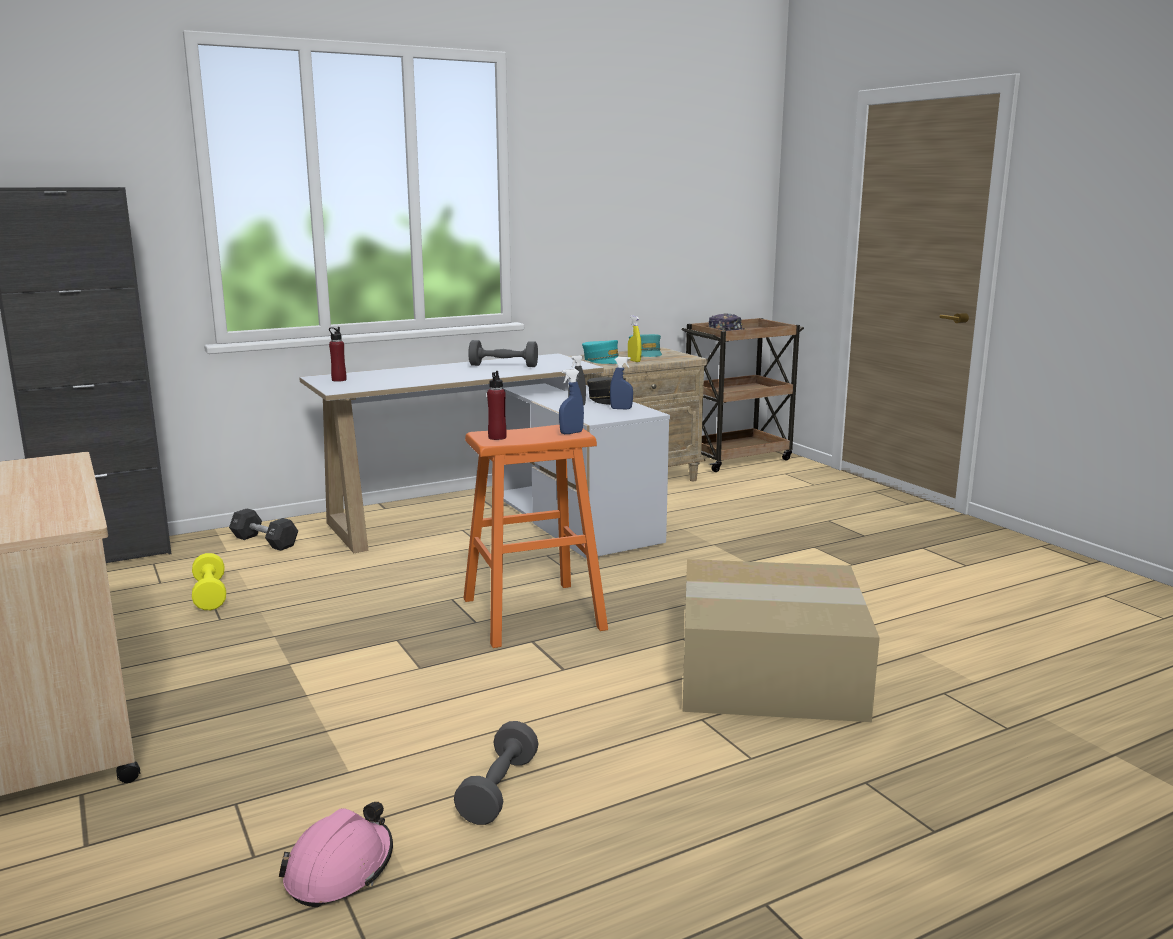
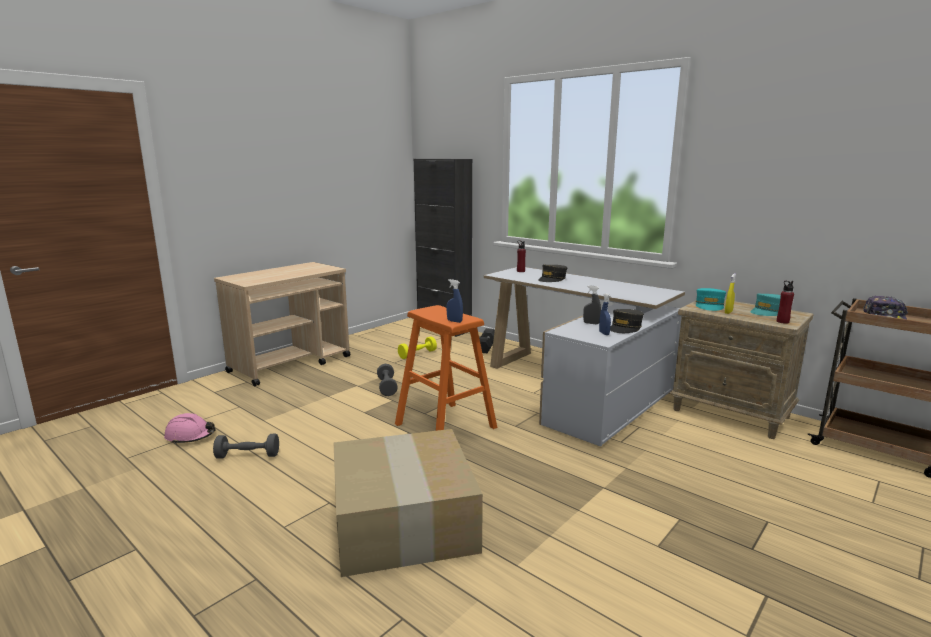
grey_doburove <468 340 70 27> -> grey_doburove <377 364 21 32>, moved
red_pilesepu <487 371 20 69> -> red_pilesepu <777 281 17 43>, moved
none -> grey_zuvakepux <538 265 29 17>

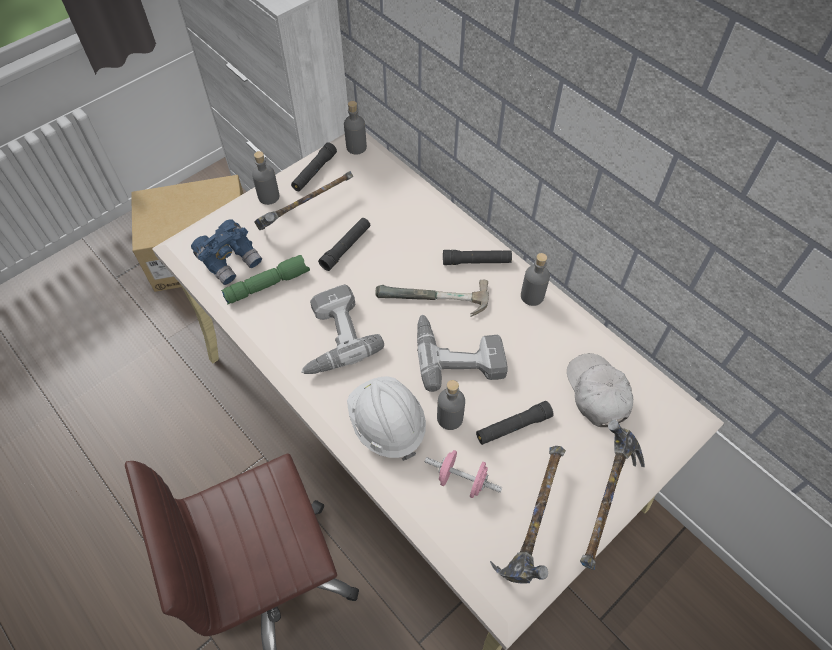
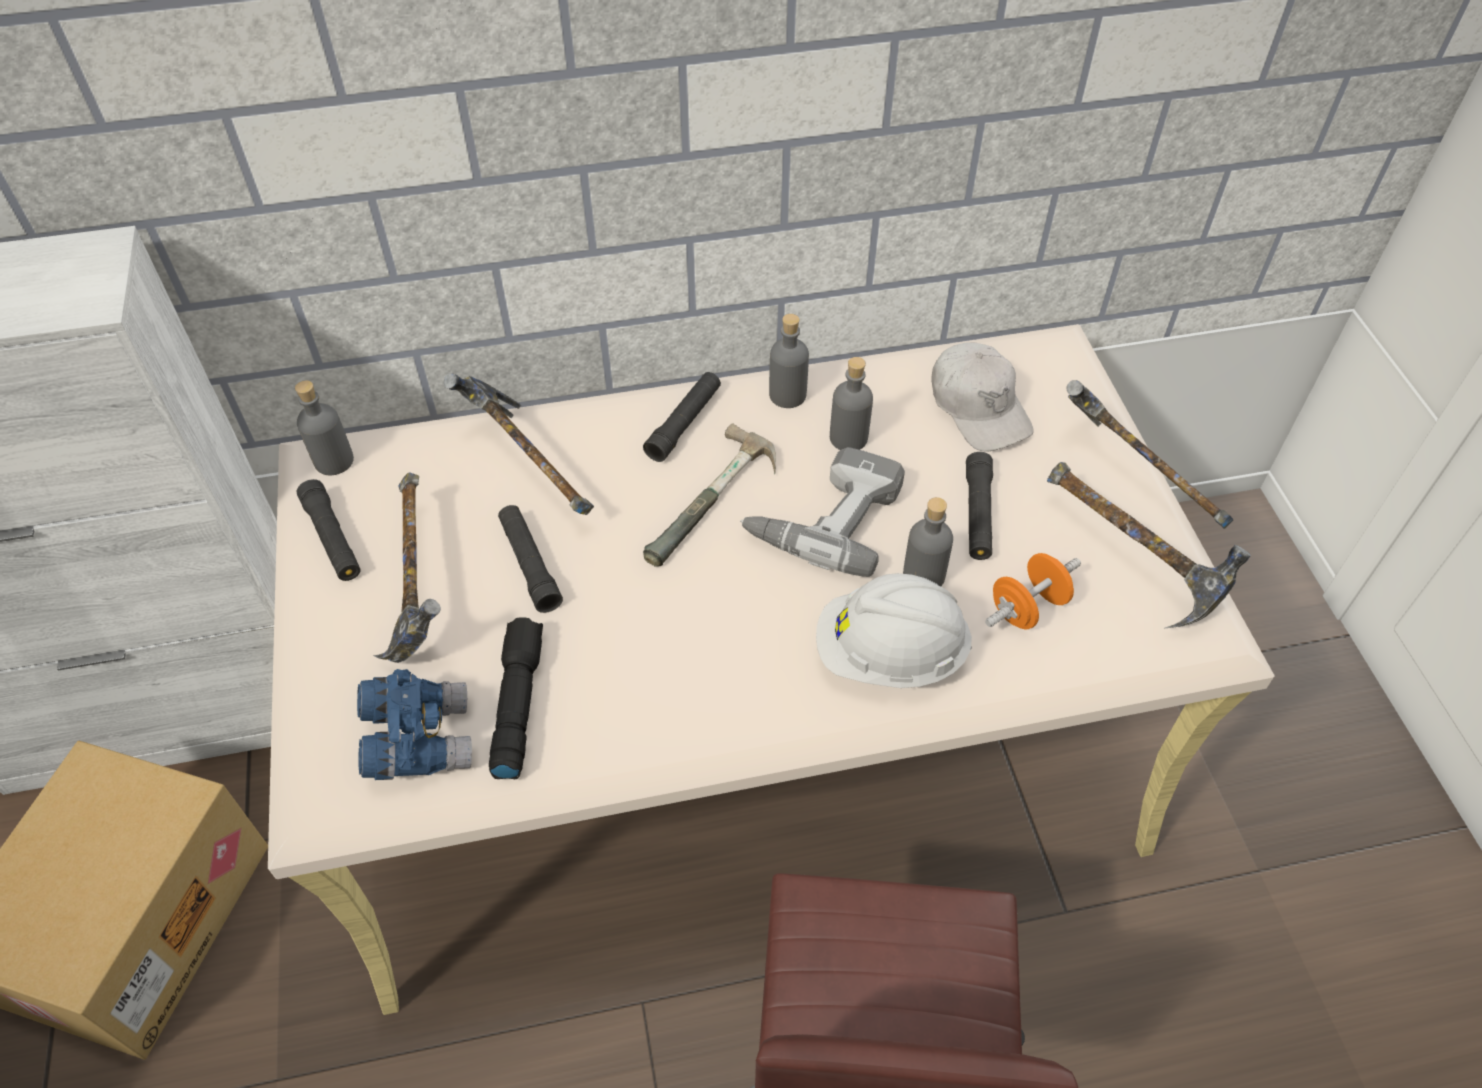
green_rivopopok <221 255 89 50> -> black_rivopopok <489 617 54 162>
grey_pilesepu <252 151 27 54> -> grey_pilesepu <830 357 43 93>, moved
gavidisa <301 285 83 89> -> none
pink_doburove <425 450 77 48> -> orange_doburove <985 553 96 76>
white_zuvakepux <567 353 66 74> -> white_zuvakepux <931 343 103 108>, 135 degrees counterclockwise
none -> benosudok <444 373 150 142>

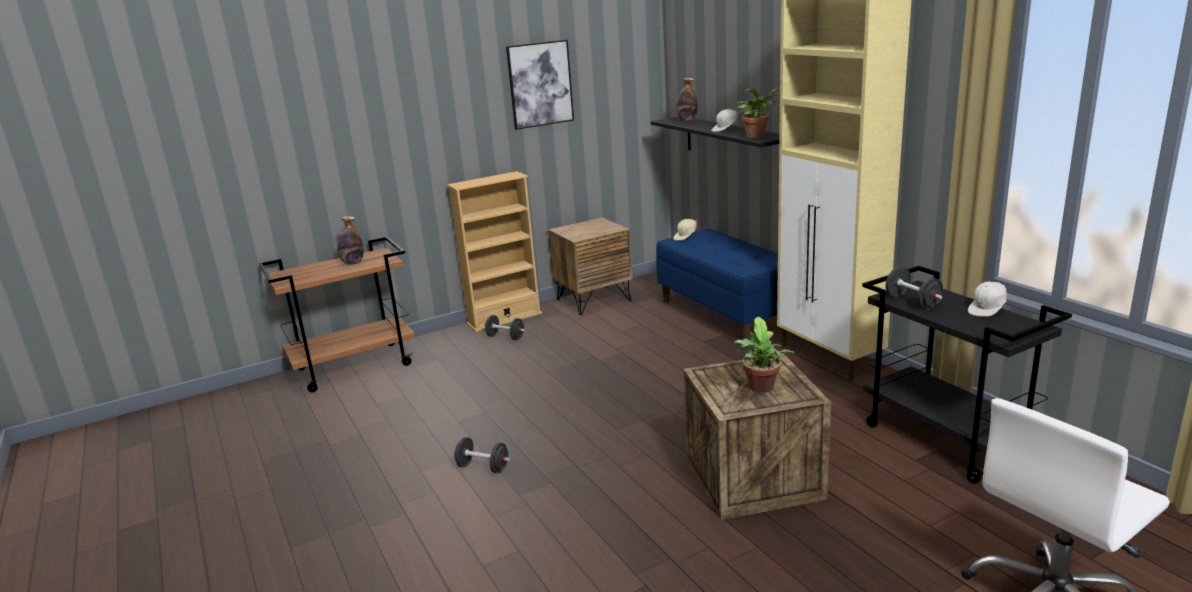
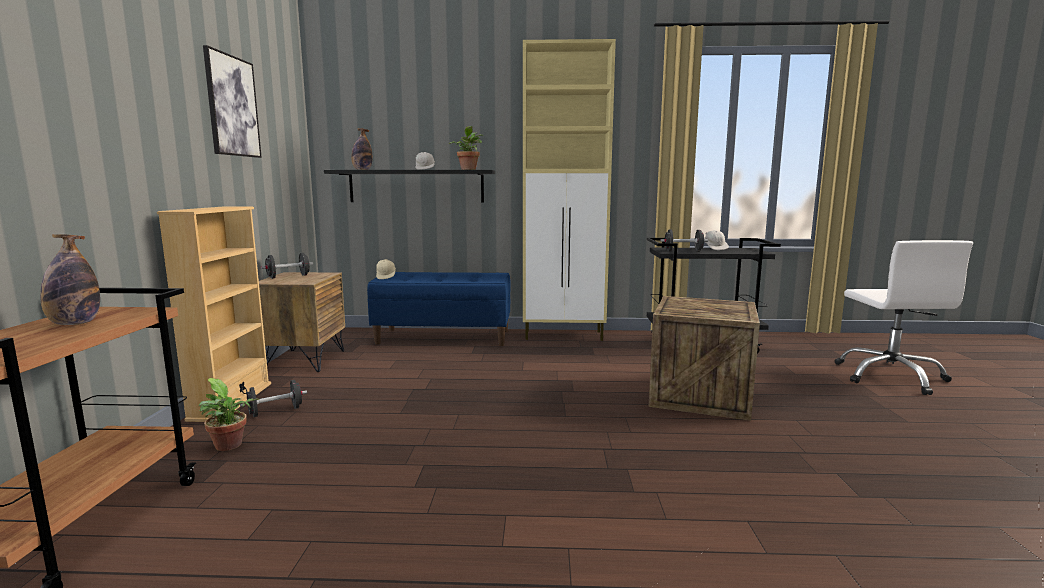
black_doburove <453 437 57 37> -> black_doburove <261 253 52 26>, moved
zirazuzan <733 317 62 75> -> zirazuzan <199 378 60 73>, moved

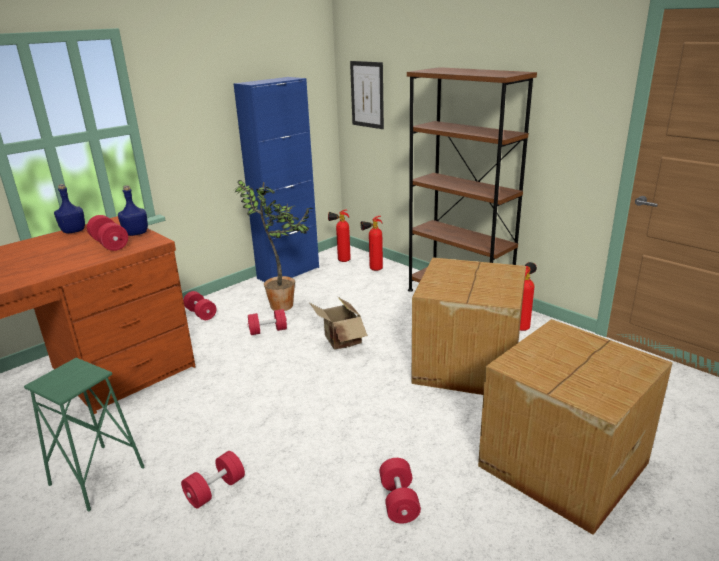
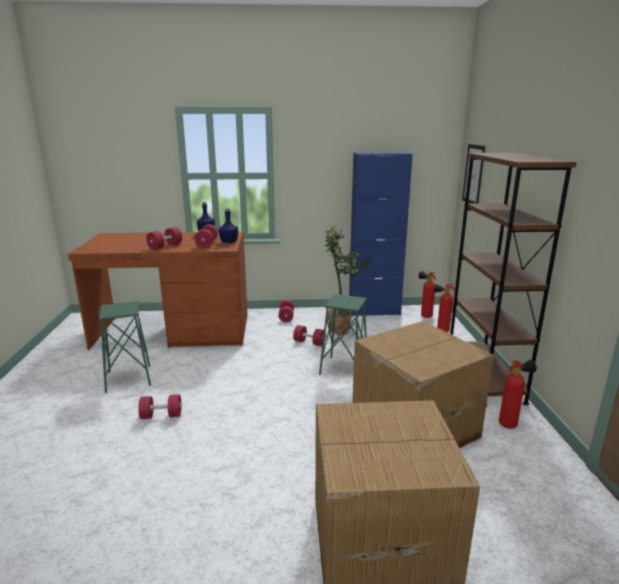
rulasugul <310 297 58 53> -> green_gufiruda <319 294 48 81>
red_doburove <379 458 42 66> -> red_doburove <146 227 36 23>, moved

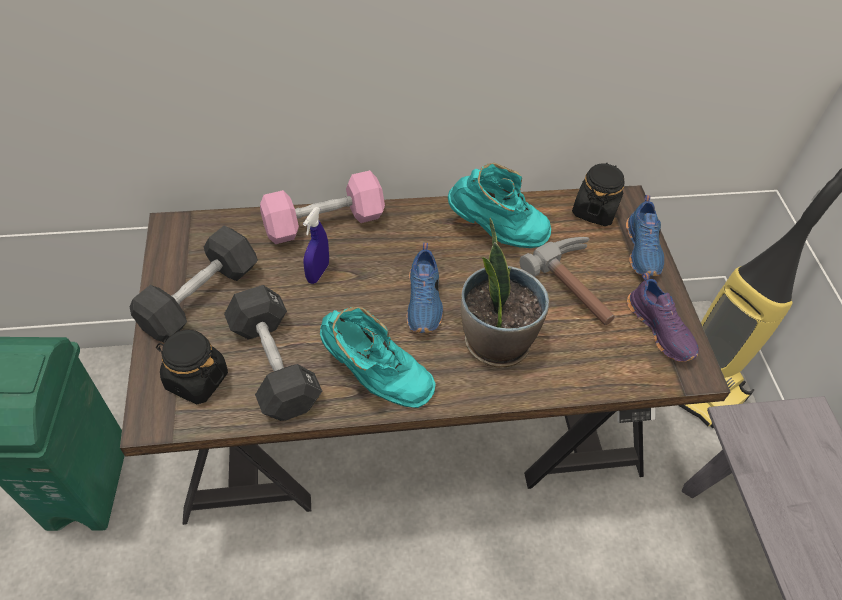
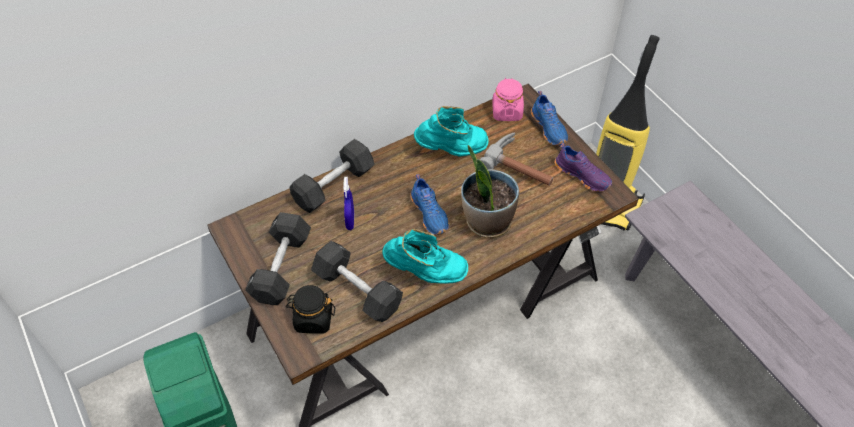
pink_doburove <260 170 125 74> -> black_doburove <290 139 84 74>
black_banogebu <572 163 52 63> -> pink_banogebu <492 78 32 43>

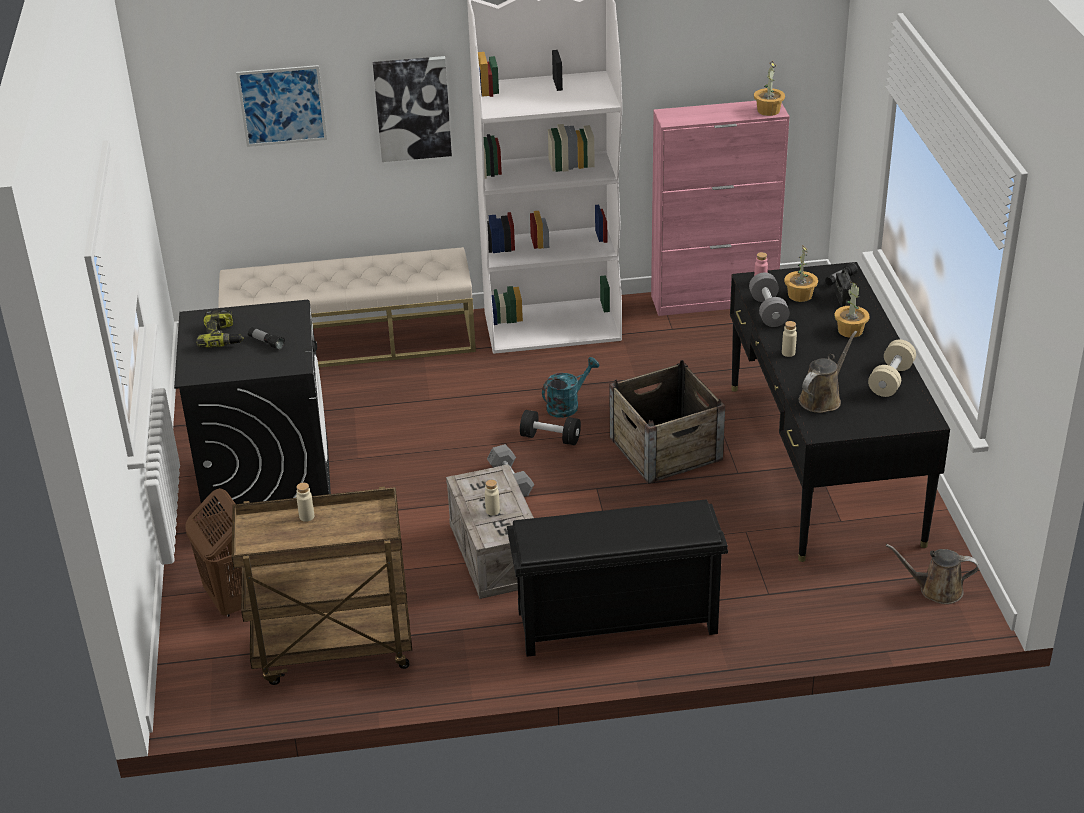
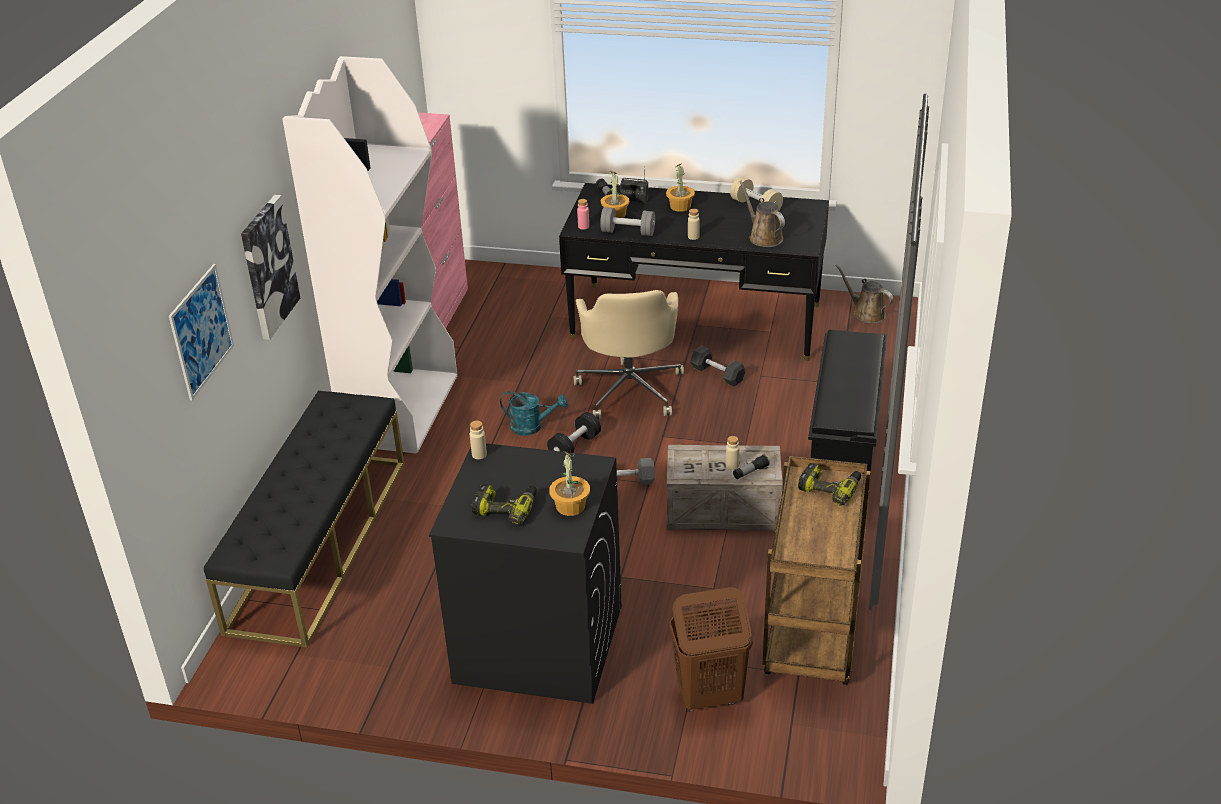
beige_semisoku <218 247 258 120> -> black_semisoku <204 391 200 257>
rivopopok <248 327 37 23> -> rivopopok <733 454 37 25>, moved
beige_pilesepu <296 483 18 39> -> beige_pilesepu <470 420 17 39>, moved
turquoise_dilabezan <542 357 58 61> -> turquoise_dilabezan <500 391 68 45>, 120 degrees clockwise
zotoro <610 360 115 124> -> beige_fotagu <573 290 111 129>
zirazuzan <754 61 31 55> -> zirazuzan <549 450 41 66>, moved
brown_dilabezan <886 544 92 60> -> brown_dilabezan <836 265 58 58>, 105 degrees clockwise
none -> grey_doburove <690 346 56 40>
none -> gavidisa <798 463 63 43>

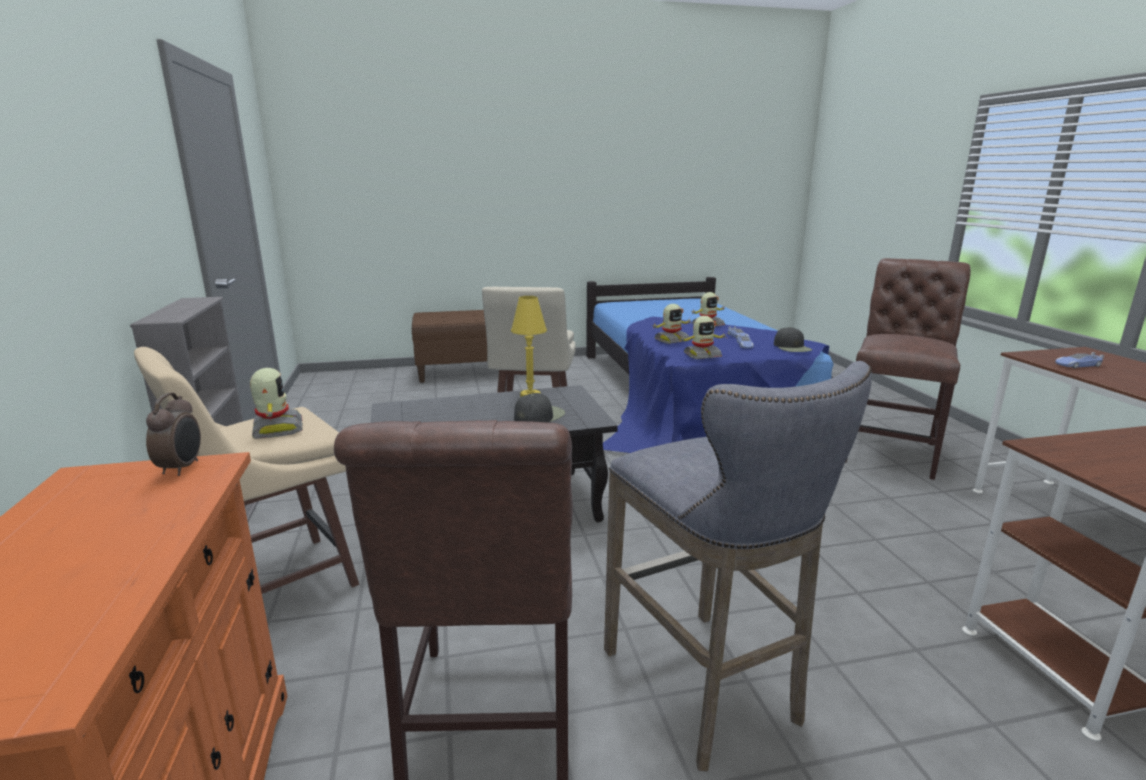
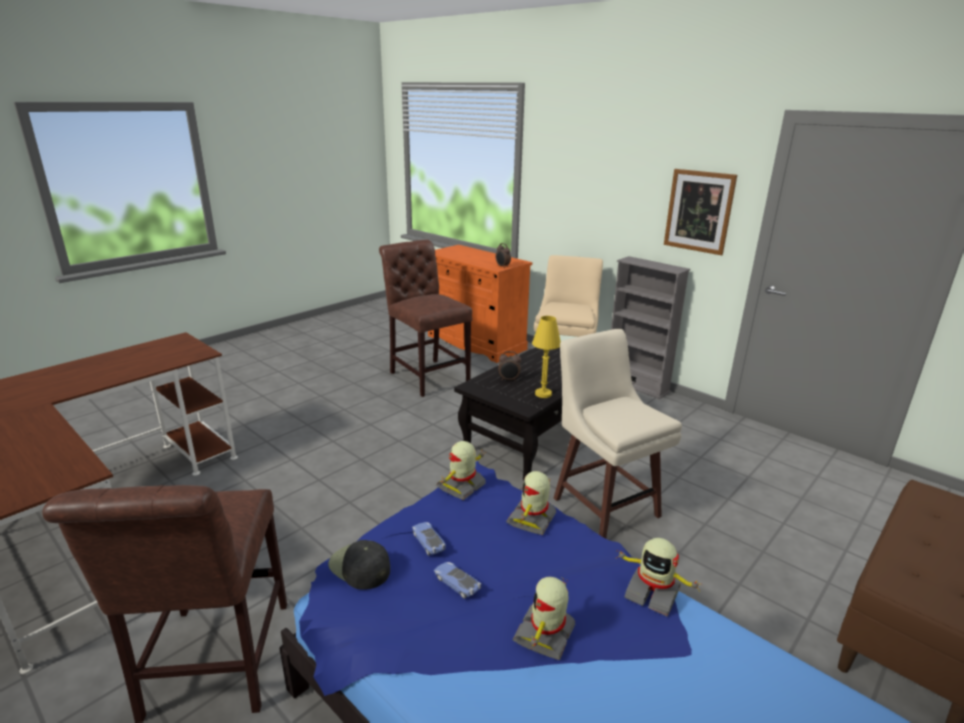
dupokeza <250 368 53 71> -> dupokeza <616 538 86 78>, moved
black_zuvakepux <514 393 51 30> -> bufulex <498 351 23 30>
grey_gufiruda <604 361 268 410> -> none
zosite <1055 352 49 16> -> none
none -> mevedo <664 169 73 86>

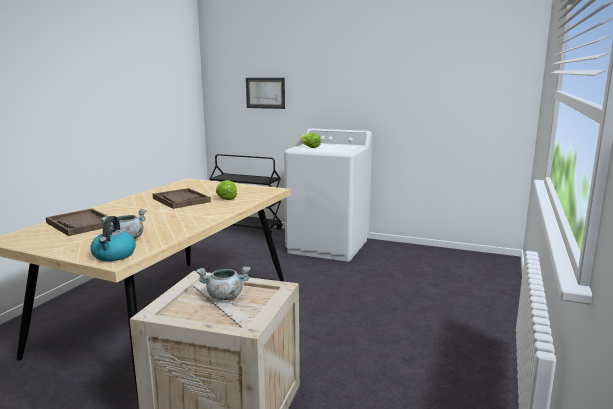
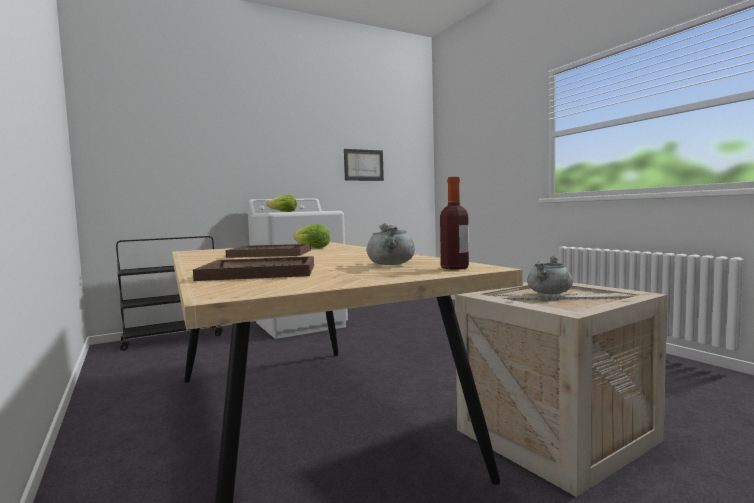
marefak <90 216 46 45> -> pilesepu <440 177 29 92>
mevedo <246 78 39 31> -> mevedo <344 149 40 32>, moved

